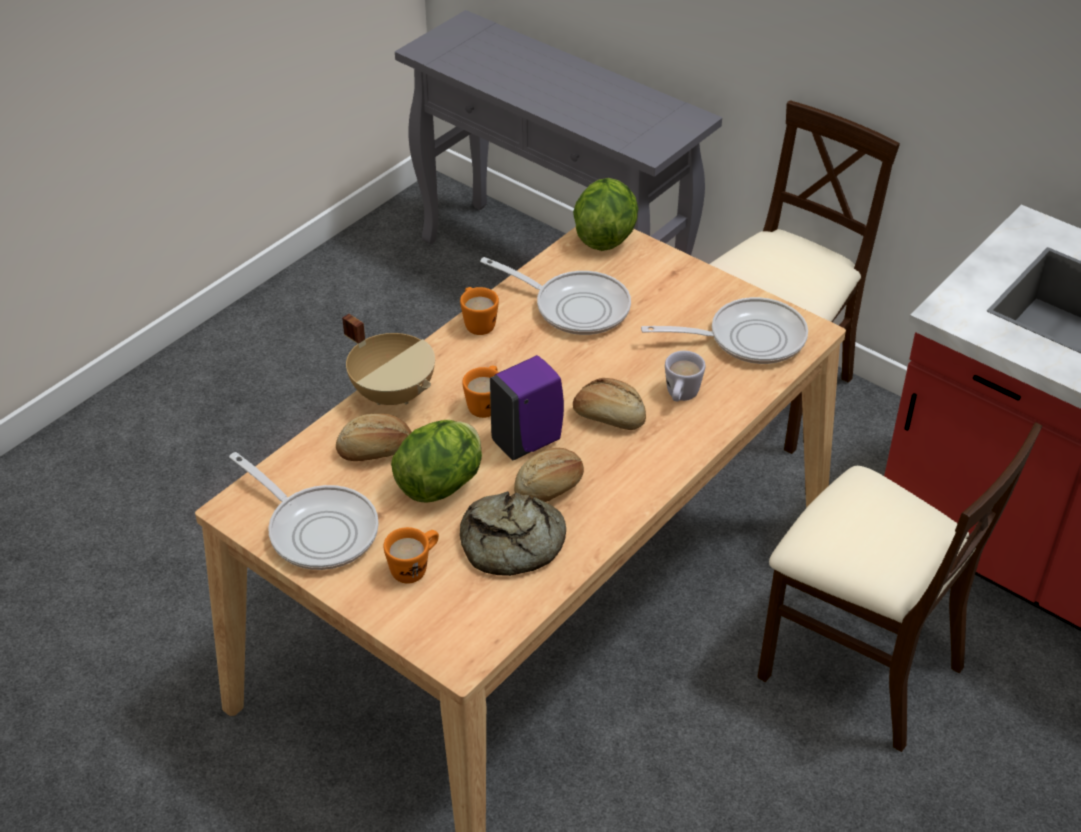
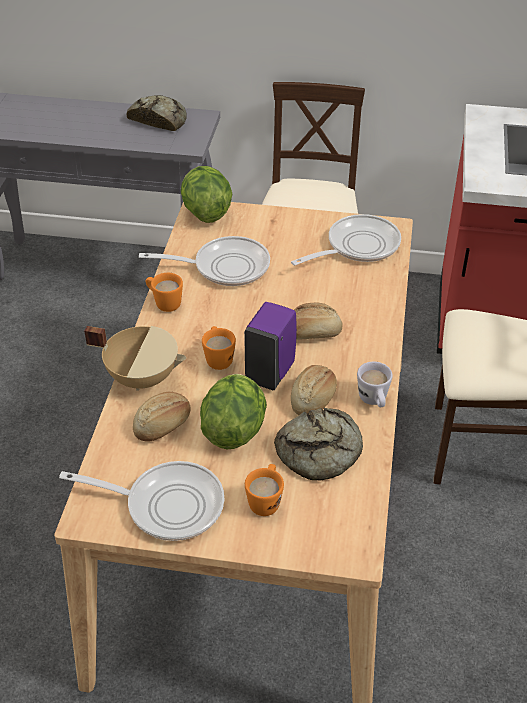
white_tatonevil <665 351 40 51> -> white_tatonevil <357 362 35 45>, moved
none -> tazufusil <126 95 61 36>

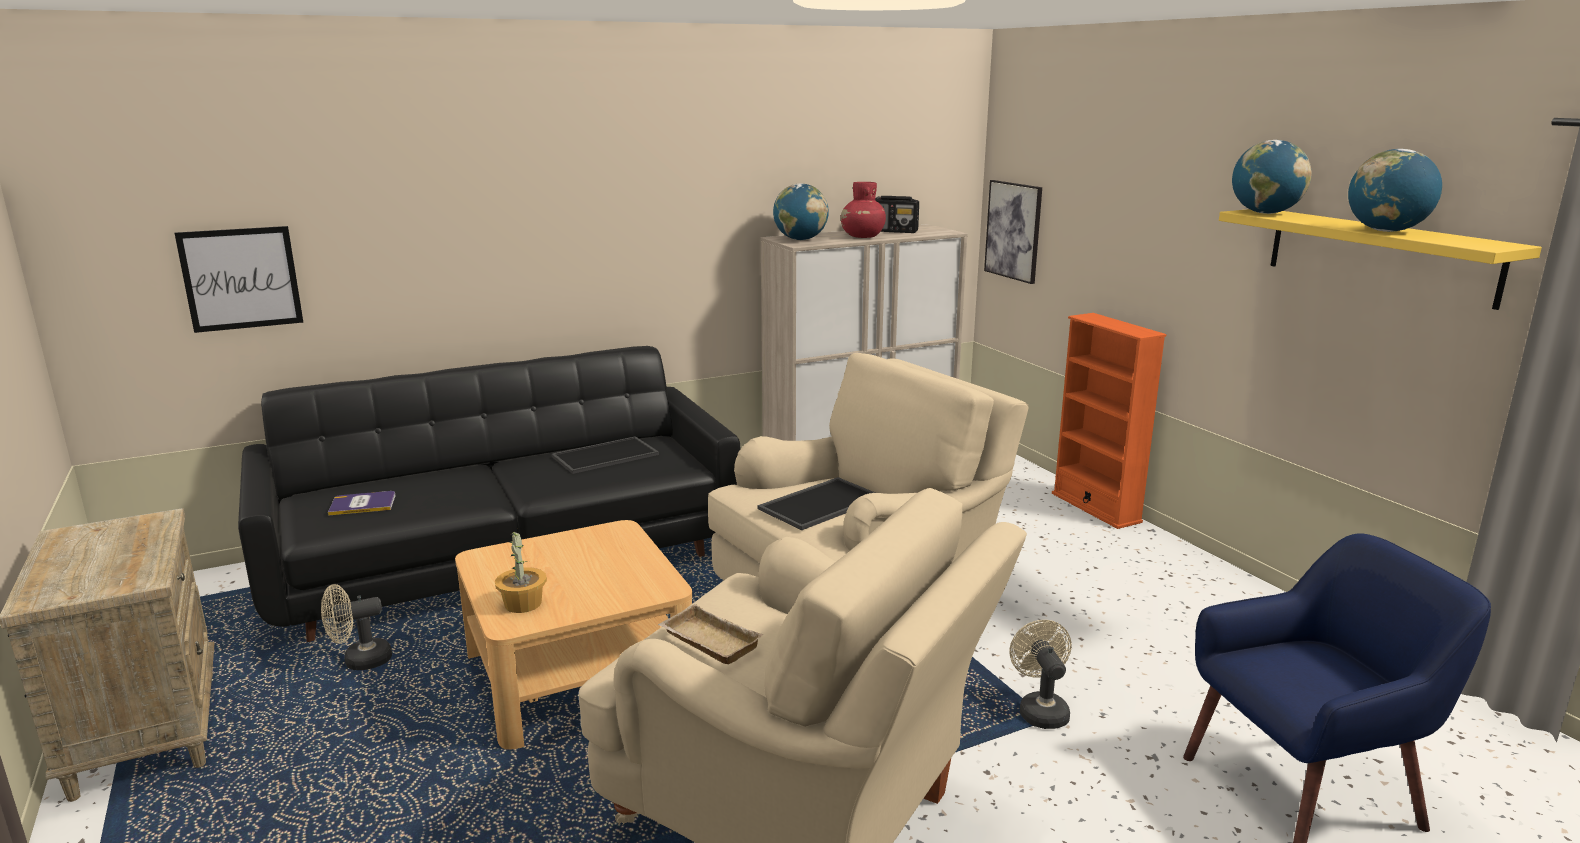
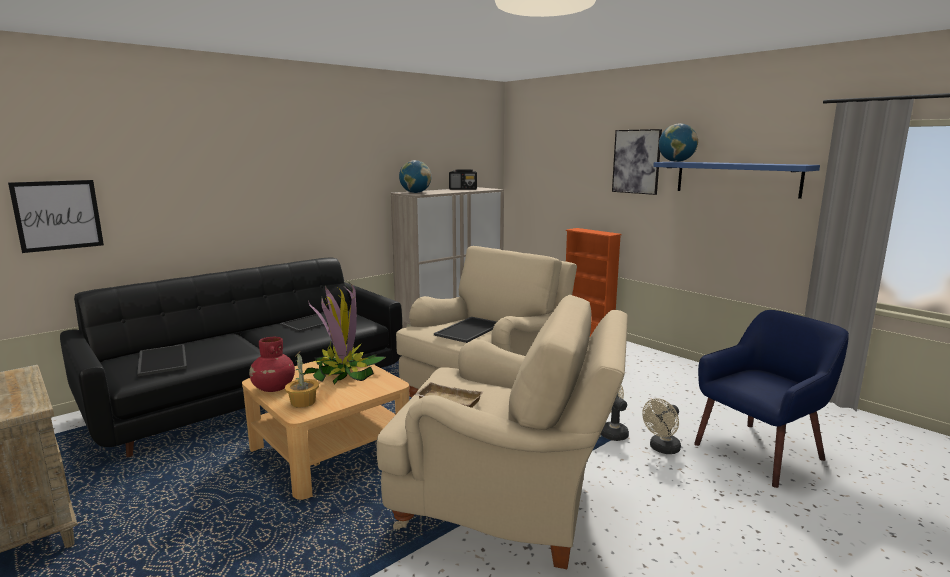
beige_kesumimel <321 584 71 86> -> beige_kesumimel <642 398 39 56>, moved
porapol <328 491 68 25> -> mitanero <137 344 50 32>
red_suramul <841 182 45 56> -> red_suramul <249 337 46 55>, moved
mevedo <984 180 58 104> -> mevedo <612 129 50 66>, moved
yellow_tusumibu <1219 209 323 101> -> blue_tusumibu <653 162 167 37>
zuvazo <1348 149 94 83> -> none
none -> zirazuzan <304 281 81 104>

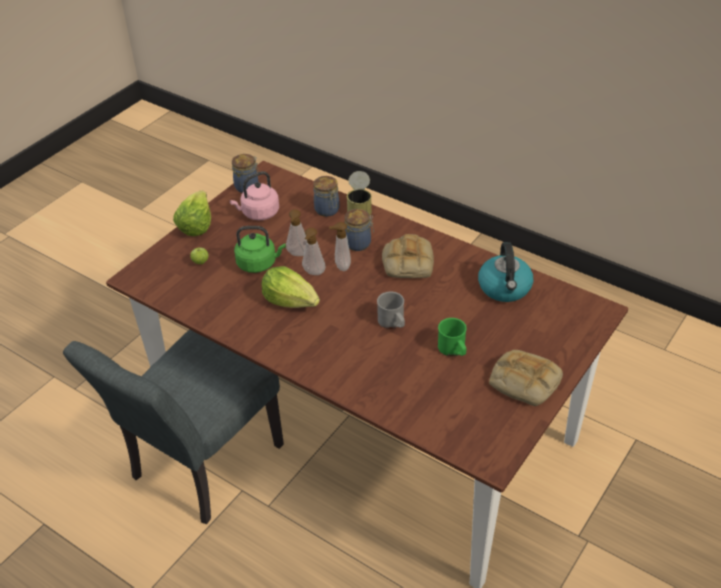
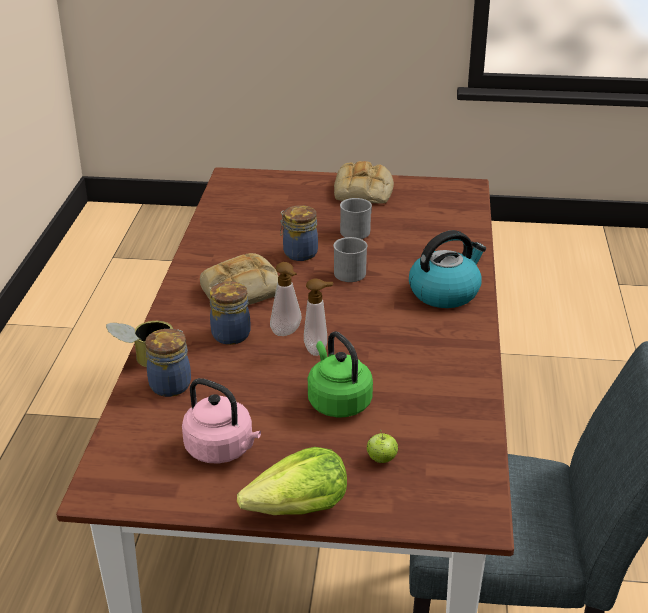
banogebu <232 154 27 39> -> banogebu <280 205 38 56>, moved
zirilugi <262 266 58 42> -> none
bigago <286 209 21 47> -> none
green_tatonevil <438 318 29 38> -> grey_tatonevil <340 198 32 41>
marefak <478 242 55 60> -> marefak <409 230 77 78>, moved

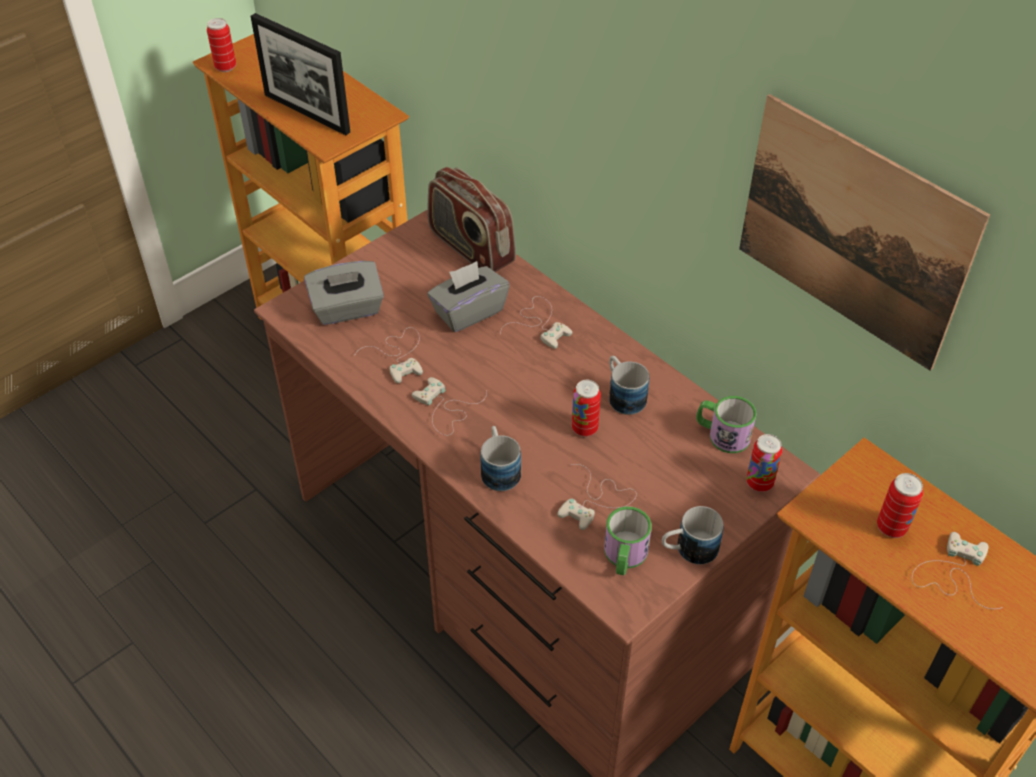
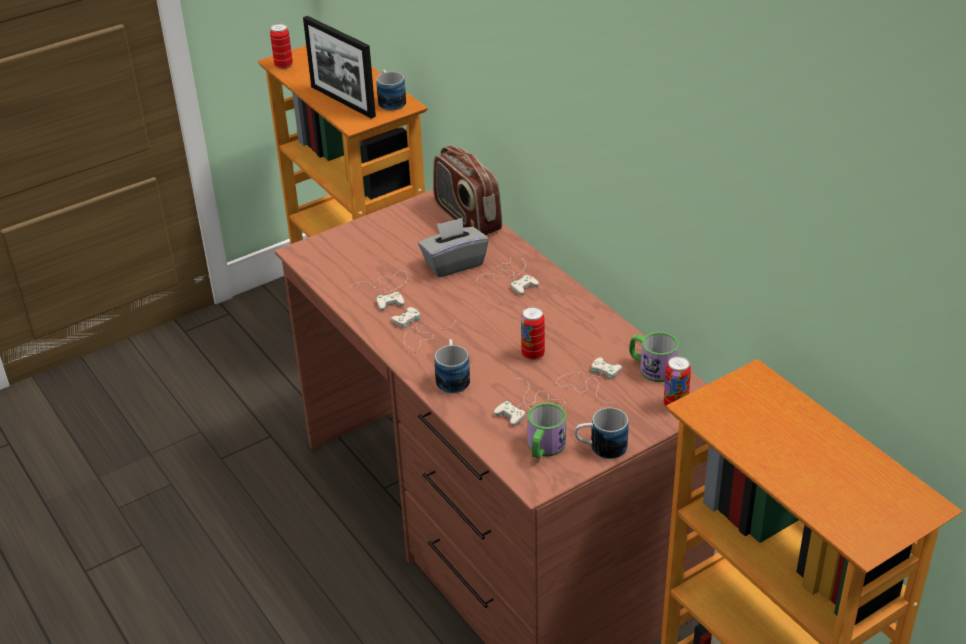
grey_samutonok <304 261 80 64> -> none
tatonevil <609 356 40 59> -> tatonevil <376 70 30 41>, moved
mevedo <739 94 251 277> -> none
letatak <877 473 46 65> -> none
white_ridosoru <912 532 91 77> -> white_ridosoru <556 357 66 46>, moved

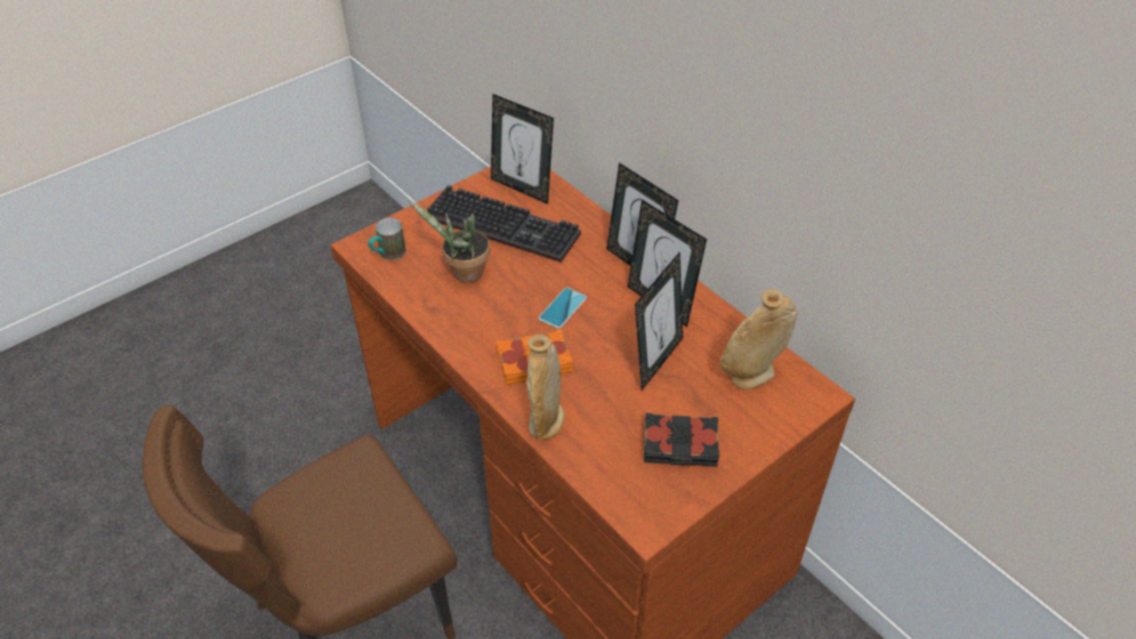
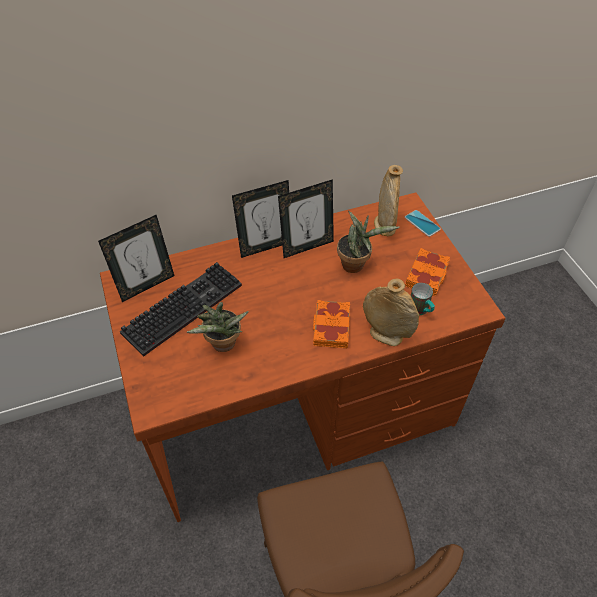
tatonevil <368 218 38 42> -> tatonevil <410 283 25 32>, moved
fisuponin <538 287 49 42> -> fisuponin <405 210 36 27>, moved
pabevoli <635 252 48 139> -> zirazuzan <337 210 63 63>
black_porapol <644 413 76 54> -> orange_porapol <405 248 45 48>

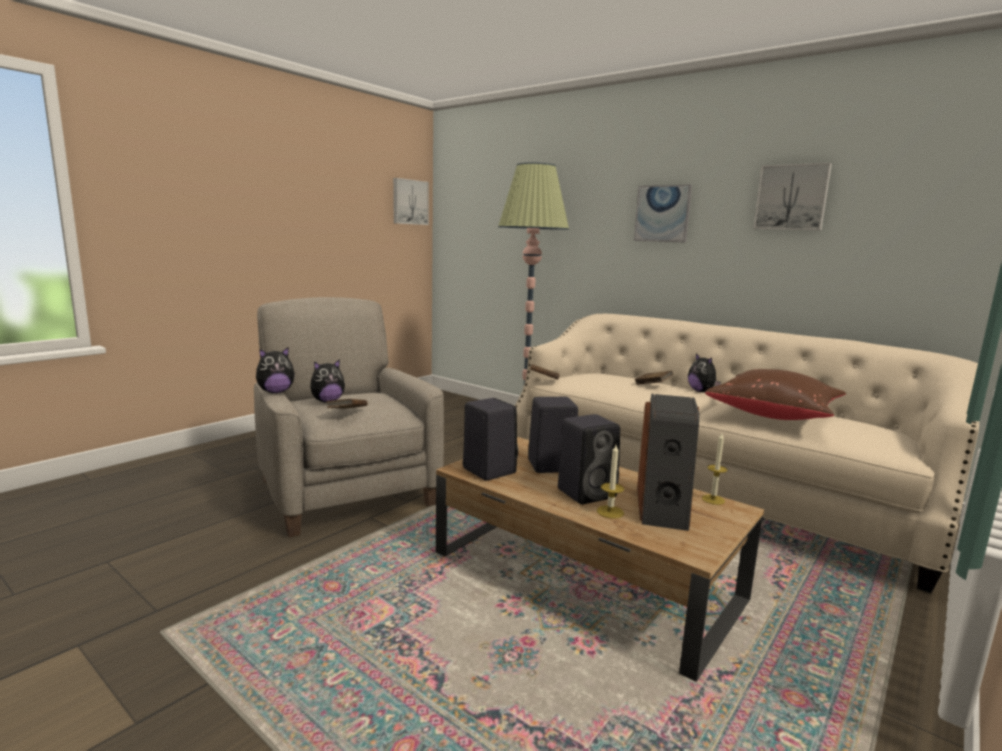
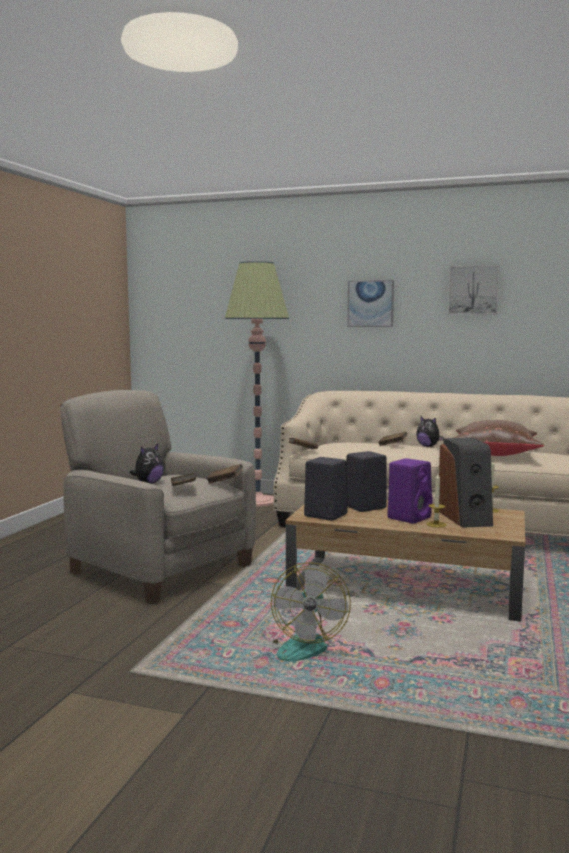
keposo <256 347 39 46> -> none
mevedo <393 178 36 47> -> none
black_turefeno <558 414 62 90> -> purple_turefeno <387 458 46 66>
none -> brown_porapol <206 464 37 20>
none -> kesumimel <271 562 80 99>

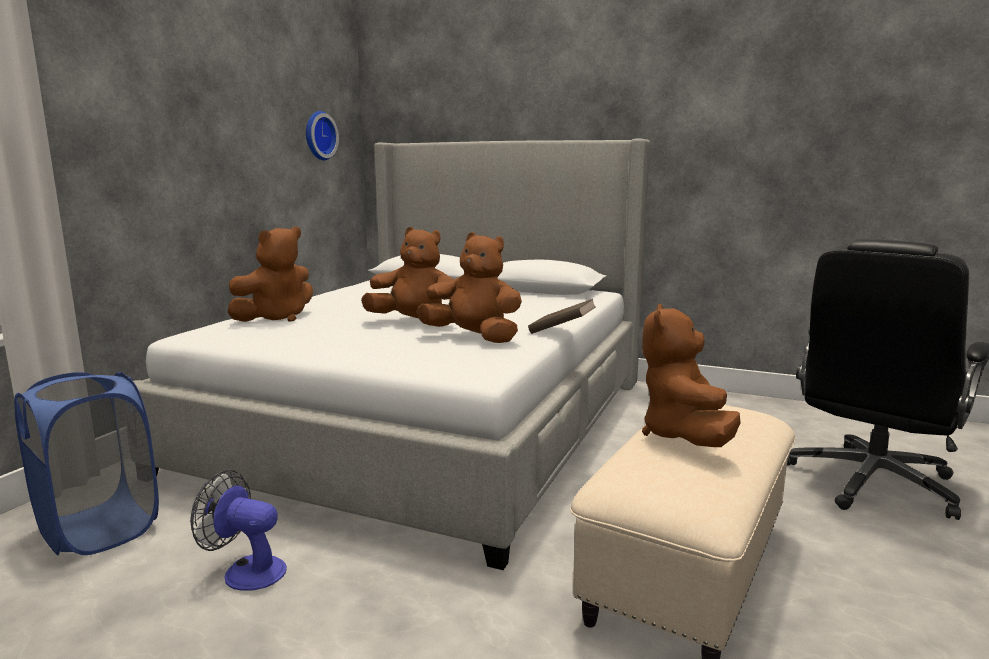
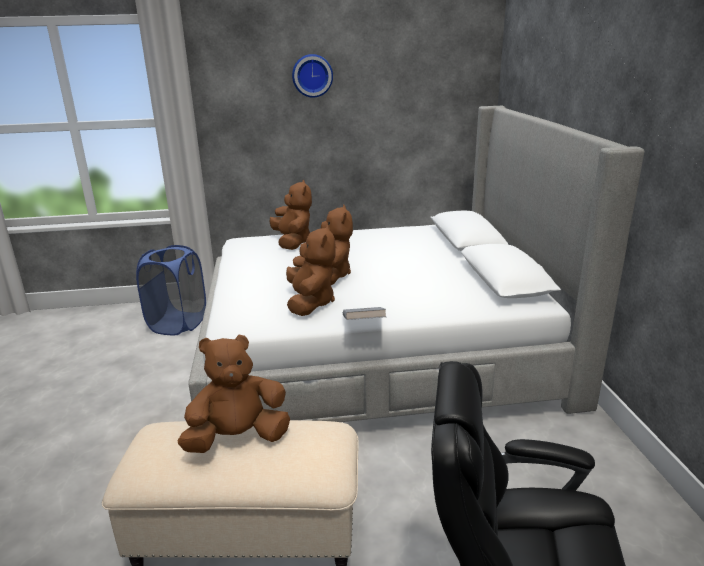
kesumimel <190 470 97 121> -> none
brown_keposo <228 226 85 96> -> brown_keposo <270 180 42 70>, 120 degrees counterclockwise
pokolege <306 111 33 49> -> pokolege <292 54 41 44>, moved
brown_porapol <528 299 68 35> -> grey_porapol <343 307 44 13>

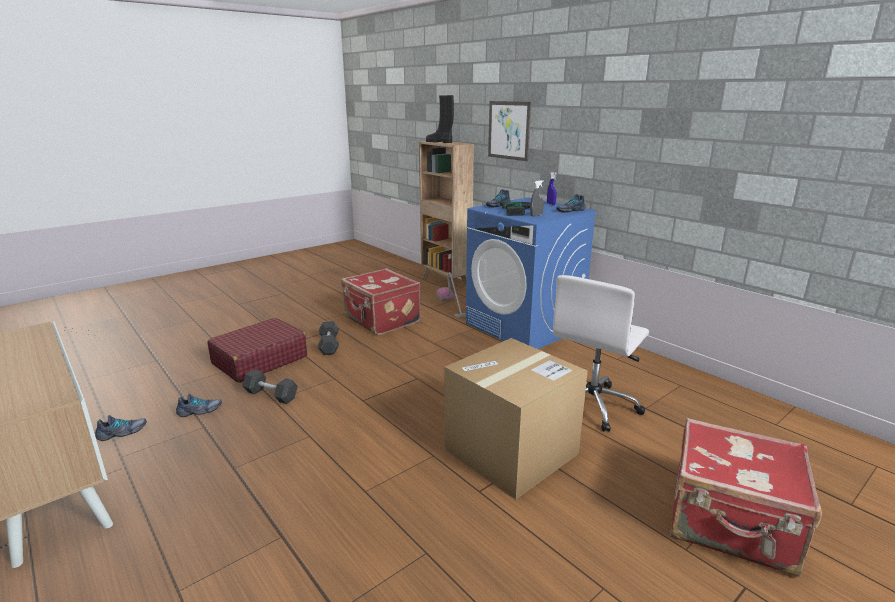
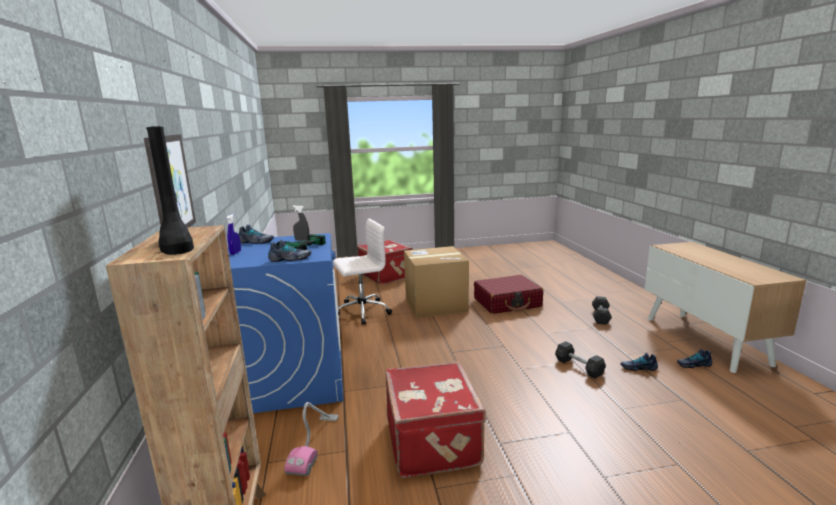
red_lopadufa <207 318 100 65> -> red_lopadufa <474 275 69 39>, moved
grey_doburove <318 321 21 34> -> grey_doburove <592 296 20 29>, moved

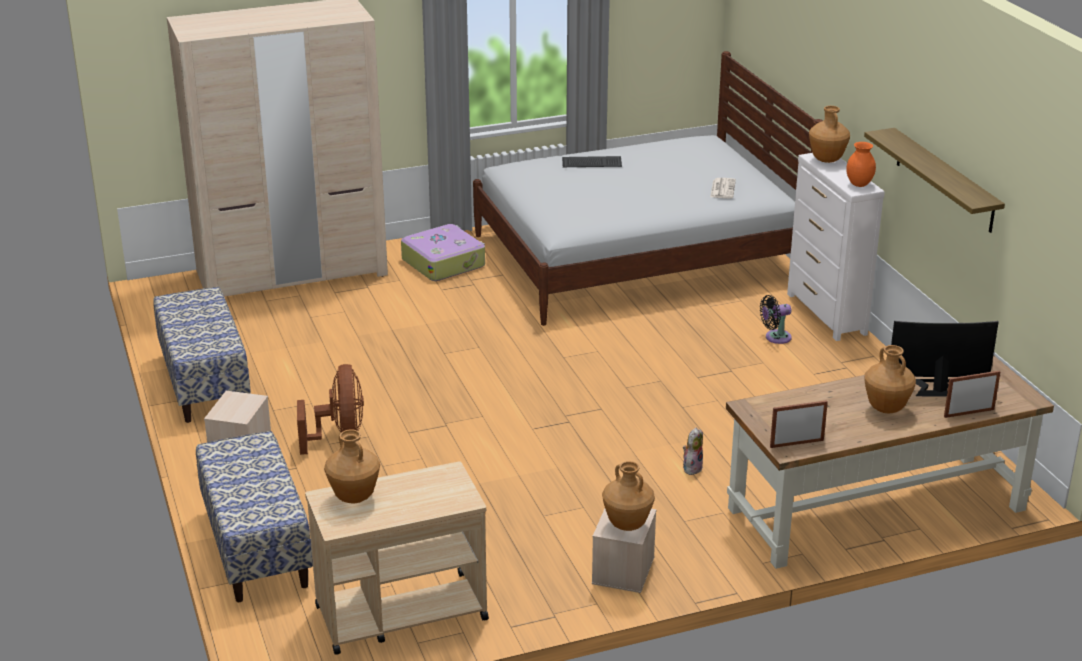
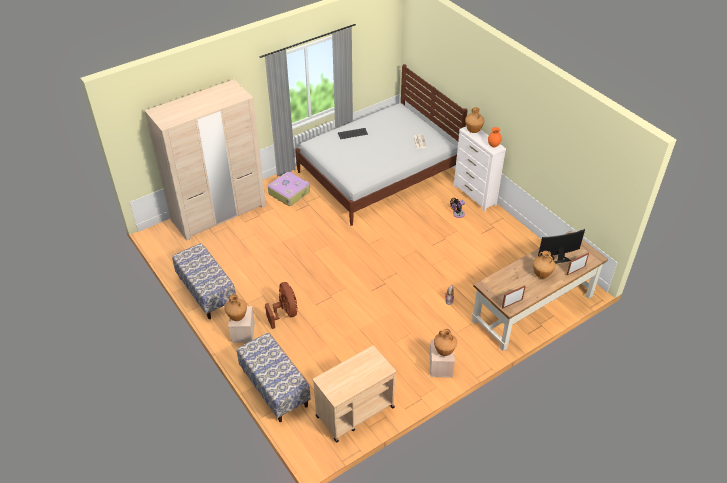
brown_suramul <324 429 56 74> -> brown_suramul <224 294 23 27>, moved
tusumibu <864 128 141 105> -> none

